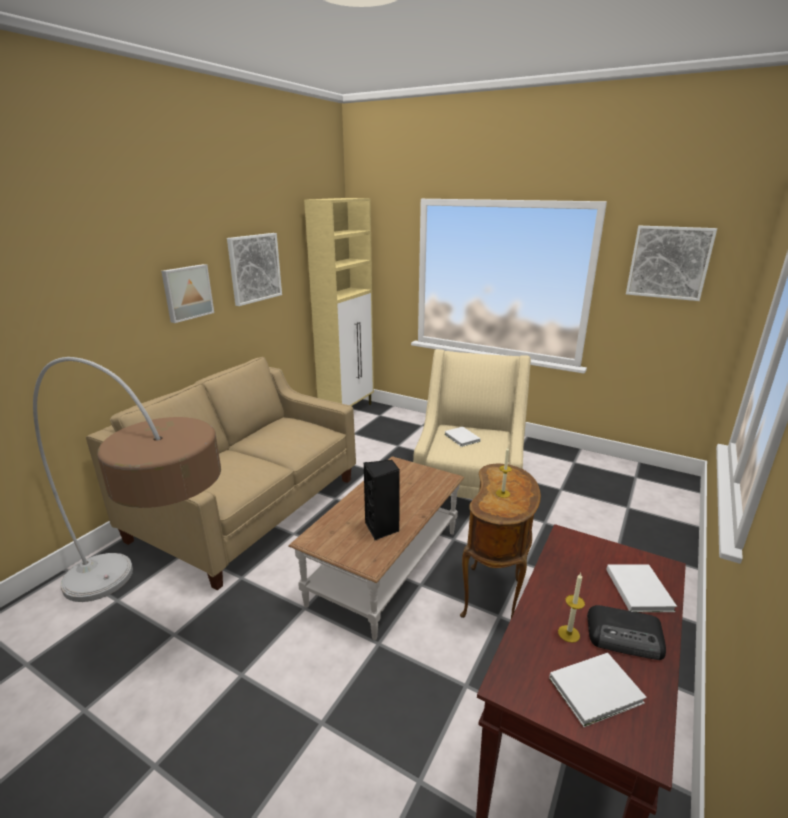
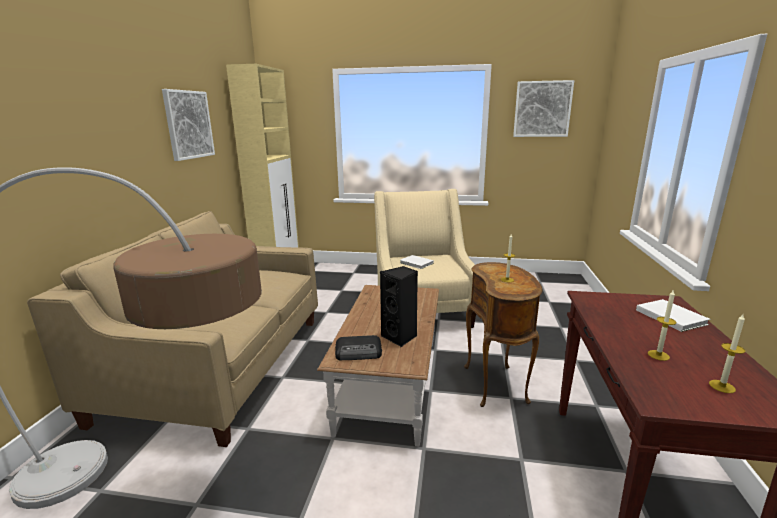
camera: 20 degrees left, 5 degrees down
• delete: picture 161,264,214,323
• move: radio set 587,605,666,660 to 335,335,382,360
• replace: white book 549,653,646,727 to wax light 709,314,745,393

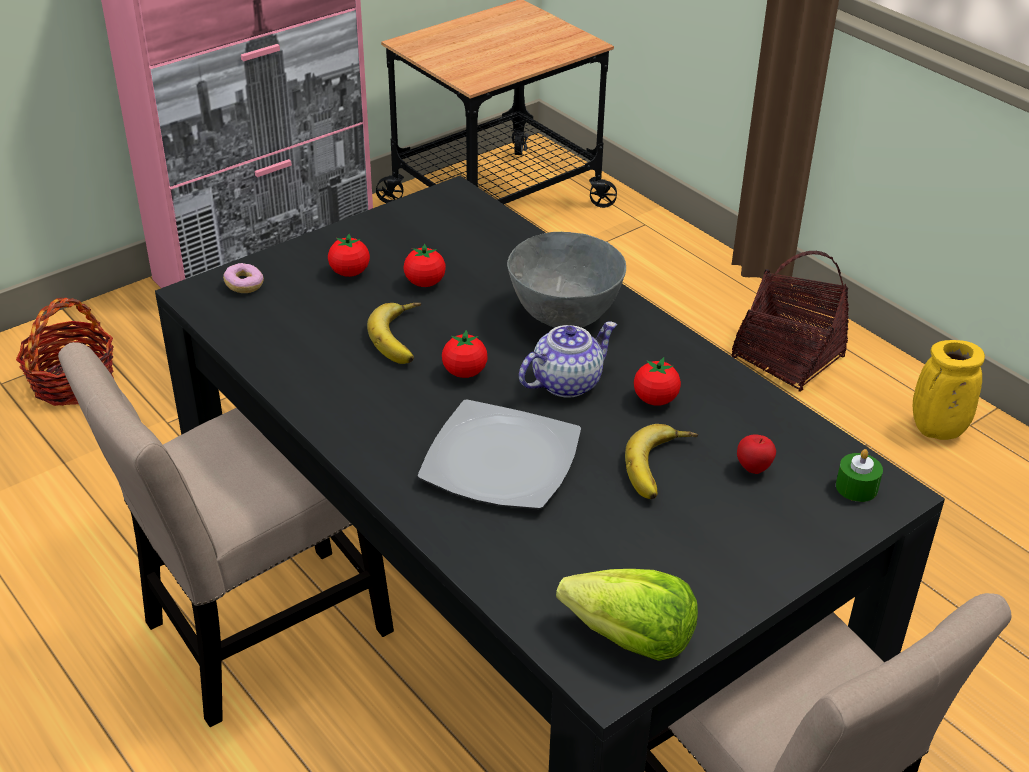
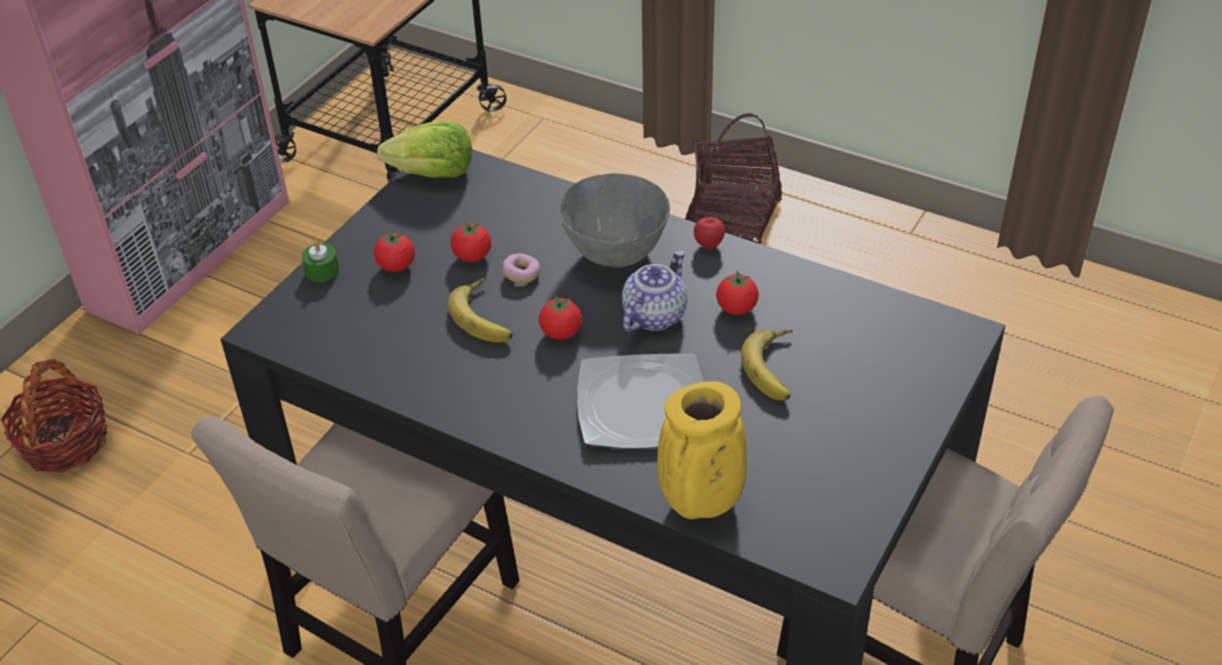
camera: 20 degrees left, 5 degrees up
• move: ring doughnut 223,263,264,293 to 502,253,540,283
• move: yellow flower vase 913,340,985,440 to 657,381,747,519
• move: whole apple 737,434,776,474 to 694,217,725,249
• move: greenish wax light 836,449,883,502 to 302,240,339,282
• move: lettuce head 556,569,698,661 to 377,121,472,178

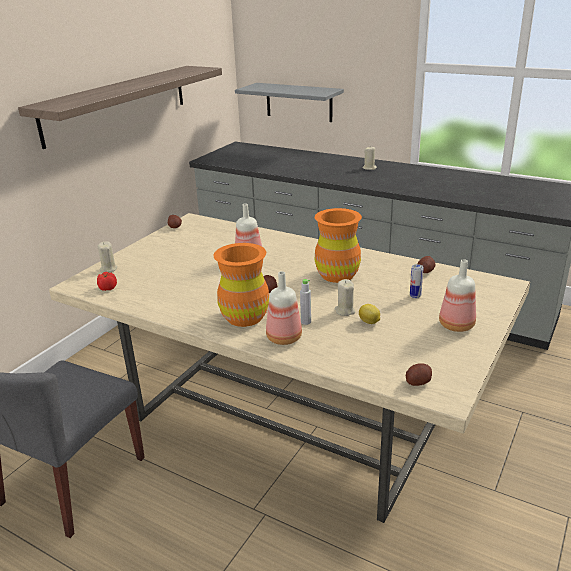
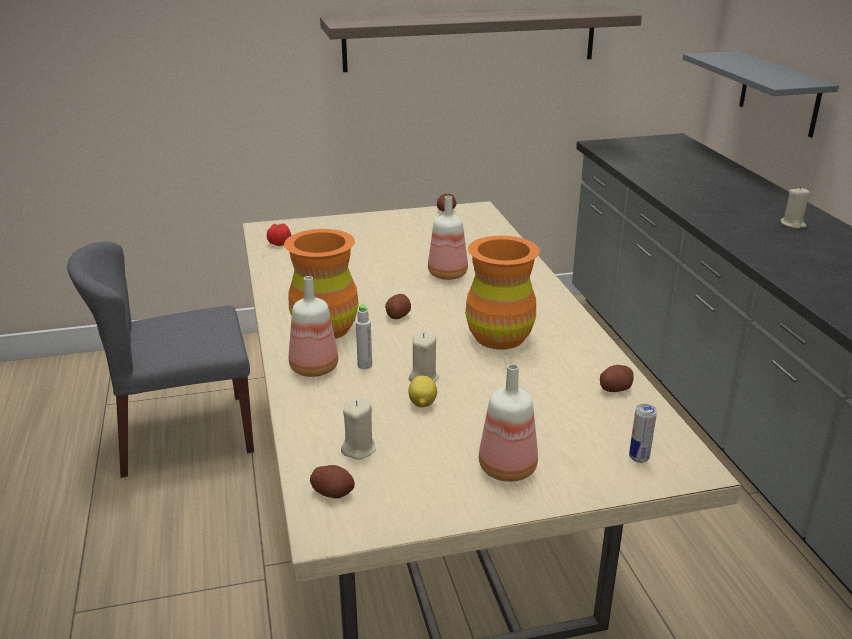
camera: 45 degrees right, 0 degrees up
• move: beige wax light 97,241,117,273 to 341,397,376,460
• move: metal can 410,264,424,299 to 629,404,657,463

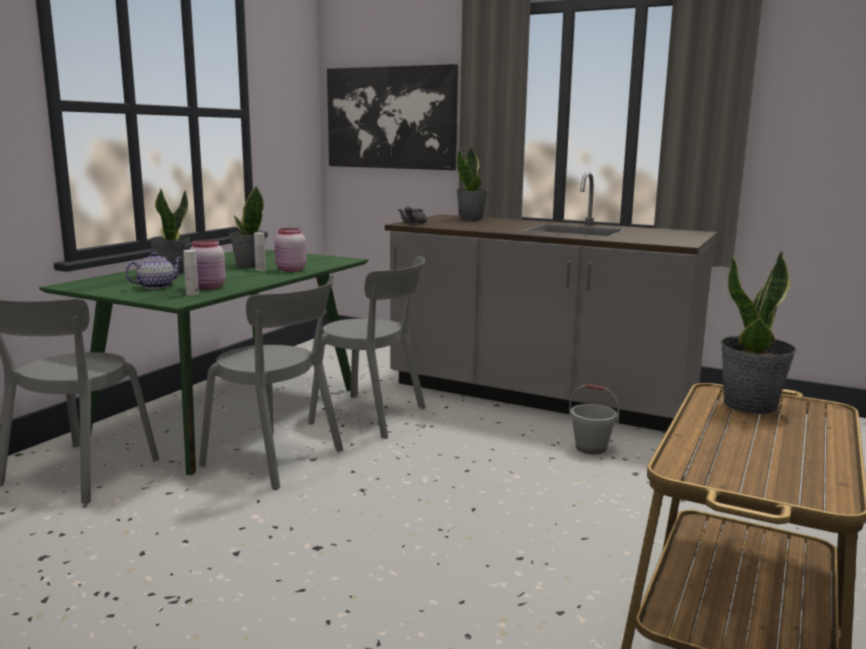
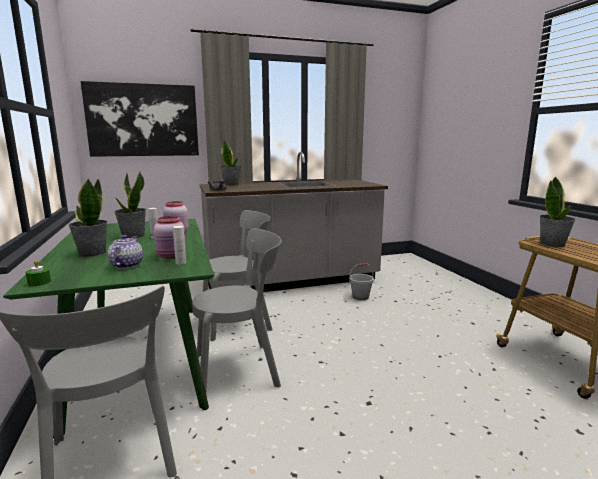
camera: 45 degrees left, 0 degrees up
• insert: greenish wax light 25,260,51,286

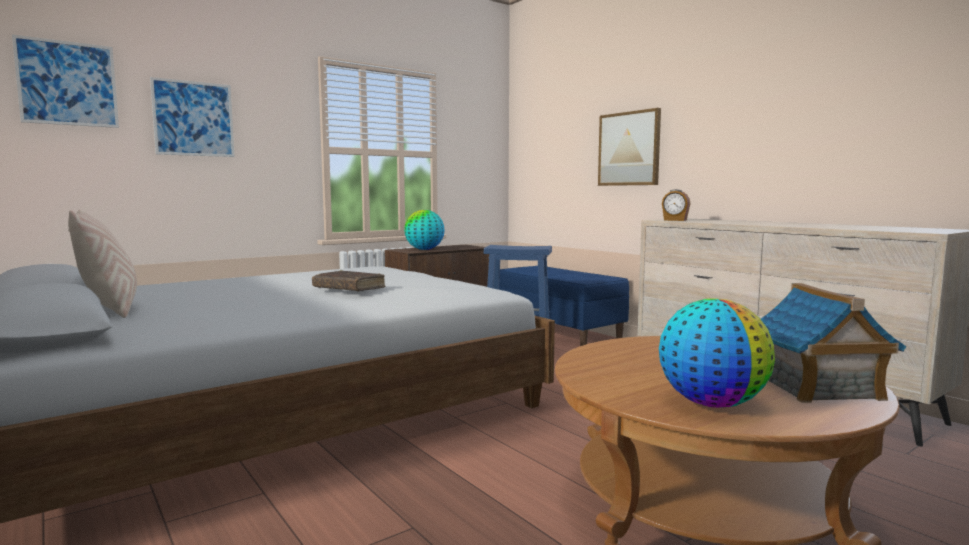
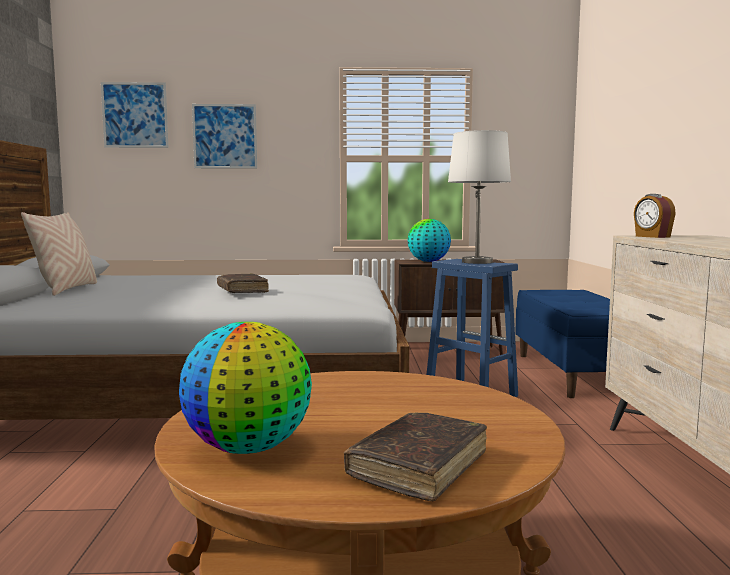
camera: 35 degrees right, 0 degrees up
• delete: picture 598,108,661,186
• replace: model house 761,283,907,403 to brownish book 344,413,487,501
• insert: white lamp for a table 448,130,511,264

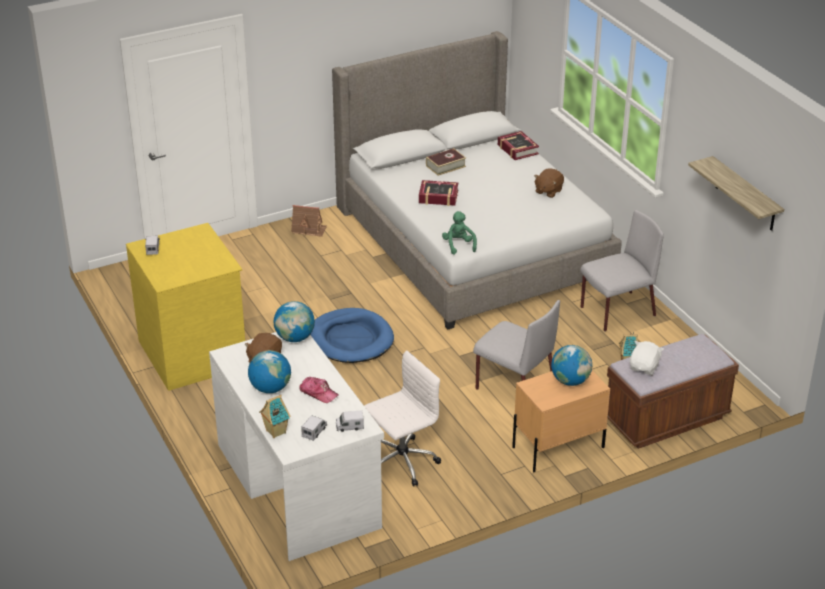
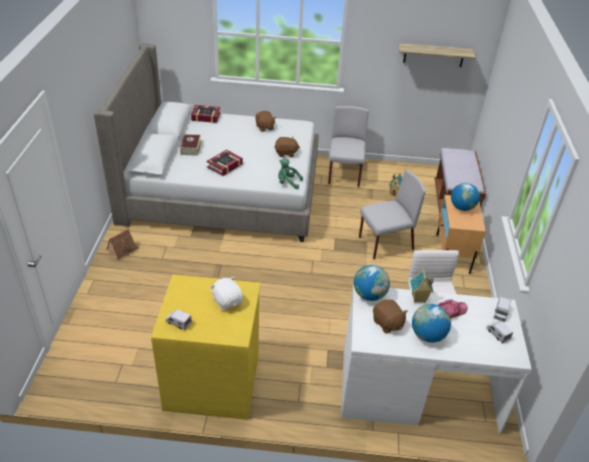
camera: 60 degrees left, 5 degrees up
• delete: bluish dog cushion 310,308,394,363
• move: white cuddly toy 630,341,664,375 to 210,276,243,311
• move: model house 259,395,291,438 to 410,268,434,303
• insert: brownish cuddly toy 274,137,300,157

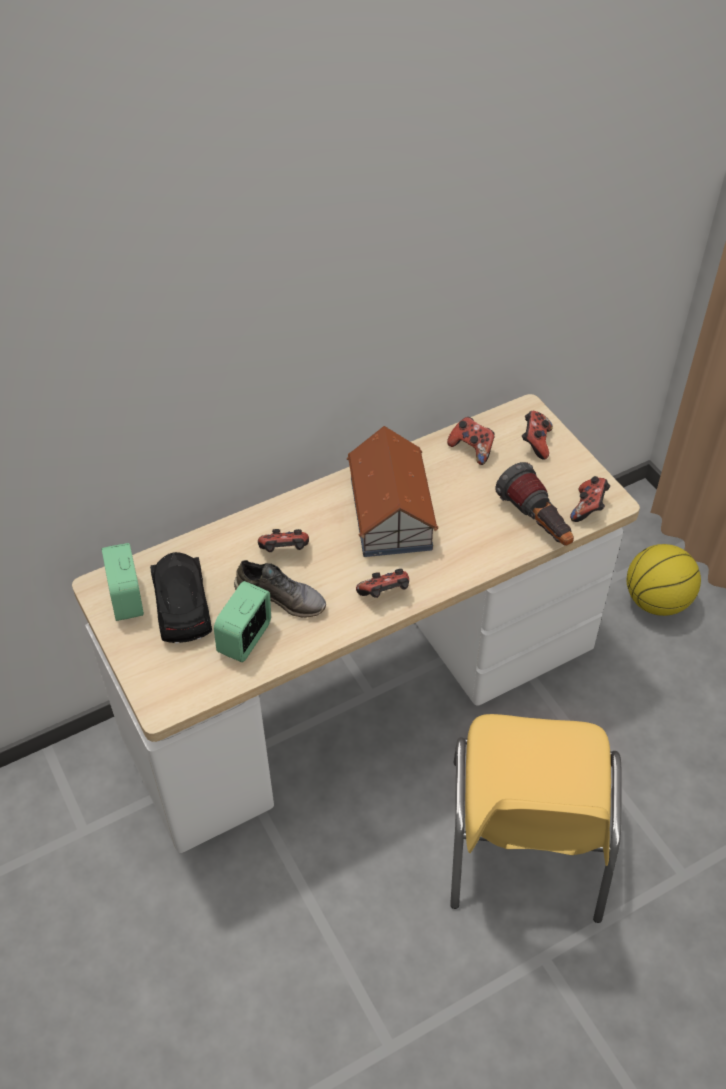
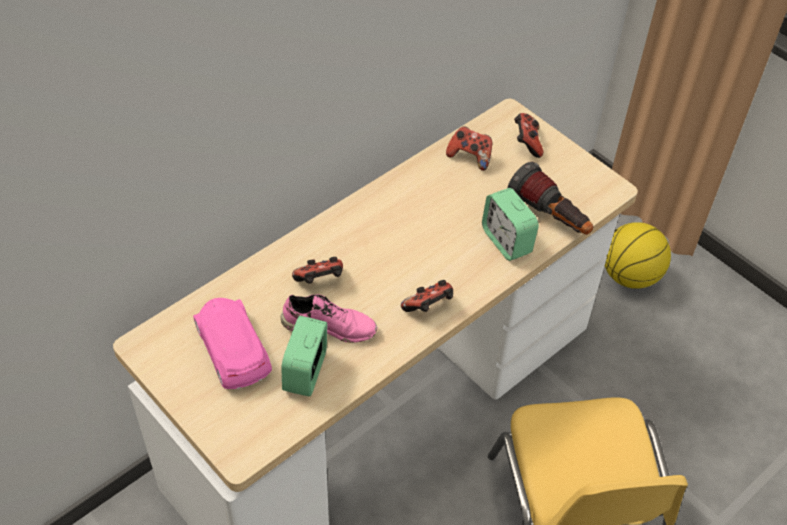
camera: 15 degrees left, 0 degrees up
• delete: model house 347,426,439,557
• delete: game controller 570,476,610,522
• move: alarm clock 101,543,144,621 to 482,188,539,261
• recolor: black-coloured miniature car 150,552,212,644 to pink miniature car 193,298,272,389
• recolor: gray item of footwear 234,560,326,618 to pink item of footwear 281,294,377,343

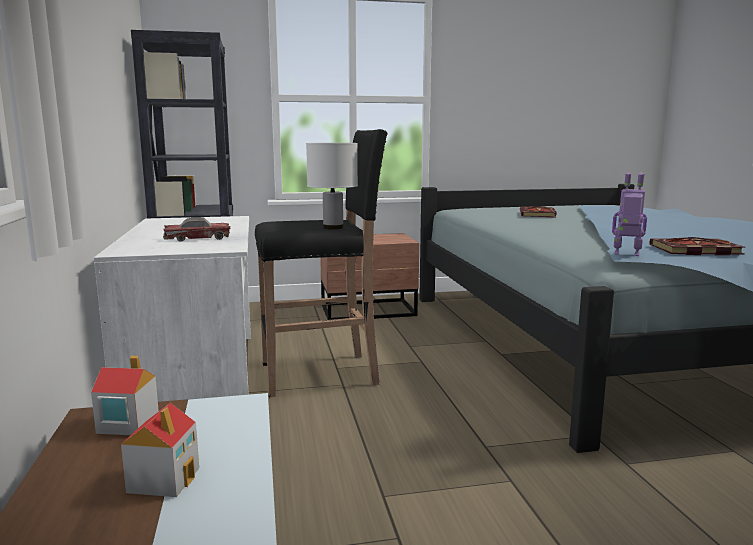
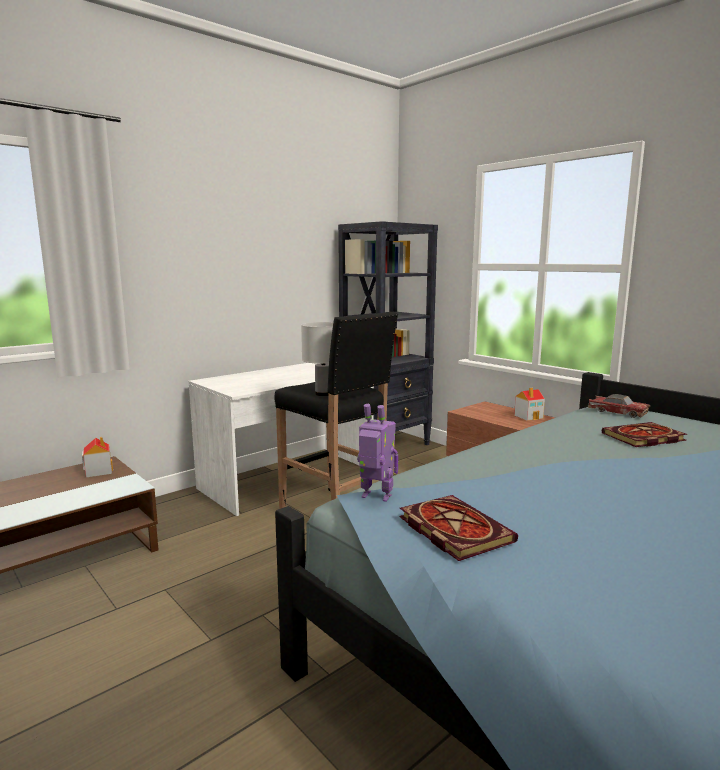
camera: 60 degrees right, 0 degrees up
• rotate: model robot 612,173,647,256 = 357,404,398,502 60 degrees counterclockwise
• move: miniature car 163,217,230,242 to 588,394,650,418
• move: model house 121,403,199,497 to 514,387,545,421

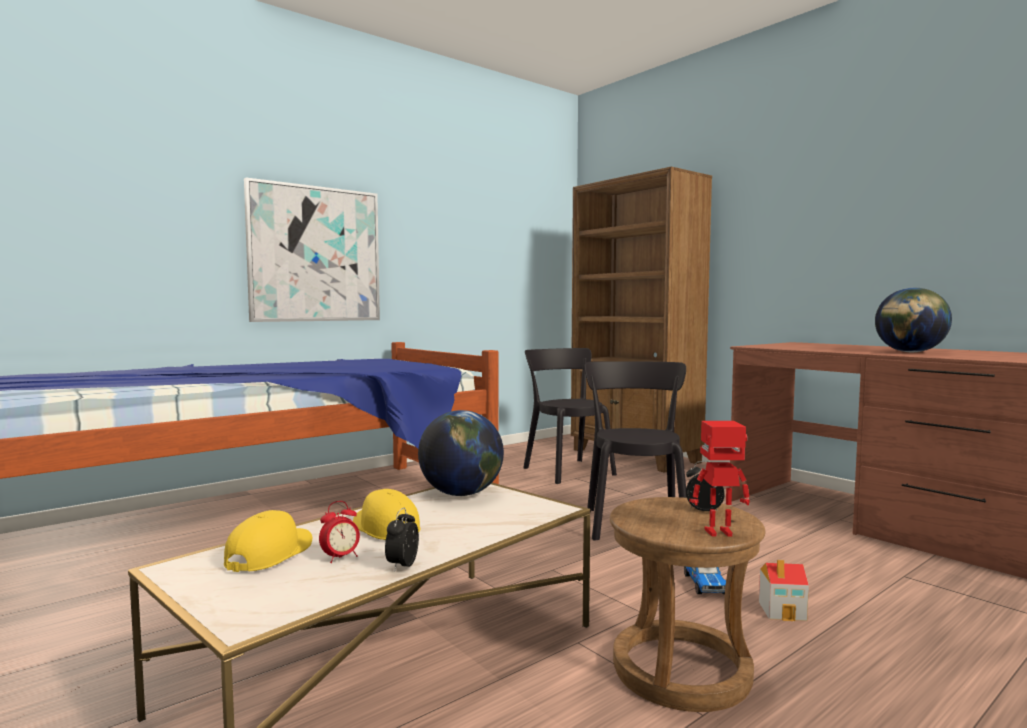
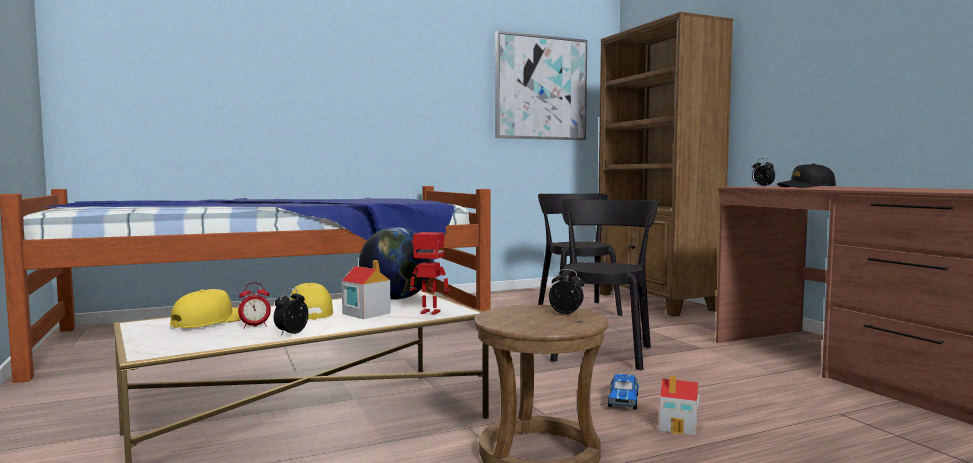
camera: 15 degrees right, 0 degrees up
• move: picture 244,178,380,322 to 495,31,587,140
• delete: world globe 875,288,952,352
• move: model robot 689,421,750,536 to 410,232,451,315
• insert: alarm clock 752,158,775,187
• insert: black-coloured baseball cap 777,163,836,188
• insert: model house 342,260,391,319

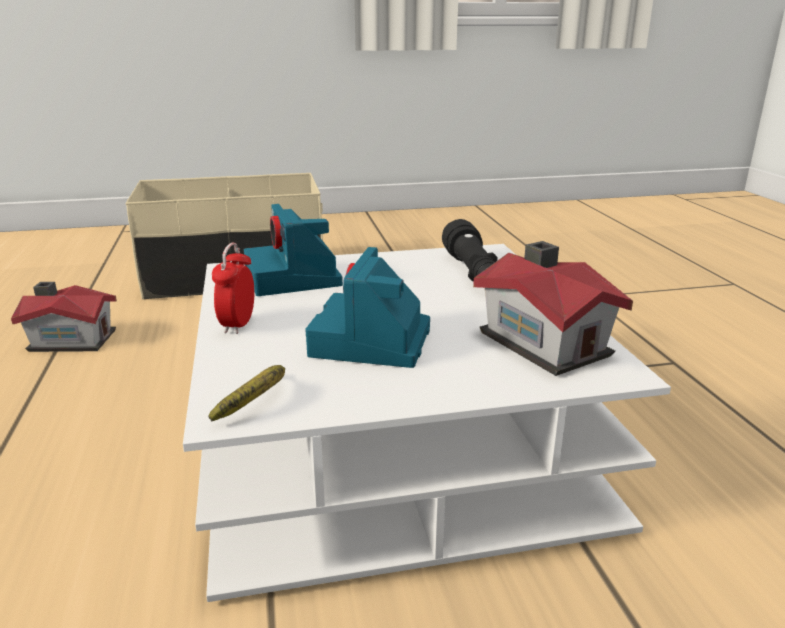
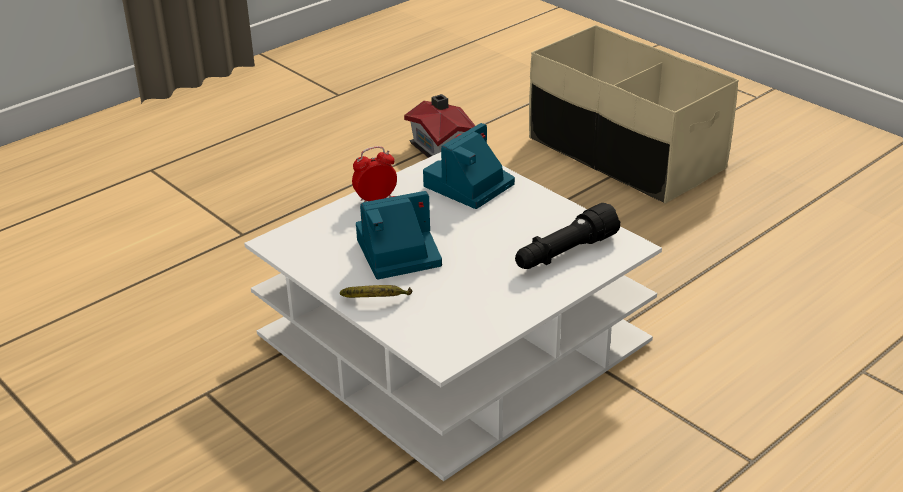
camera: 60 degrees right, 10 degrees up
• delete: model house 473,241,633,376
• move: banana fruit 208,365,285,421 to 340,285,413,298

